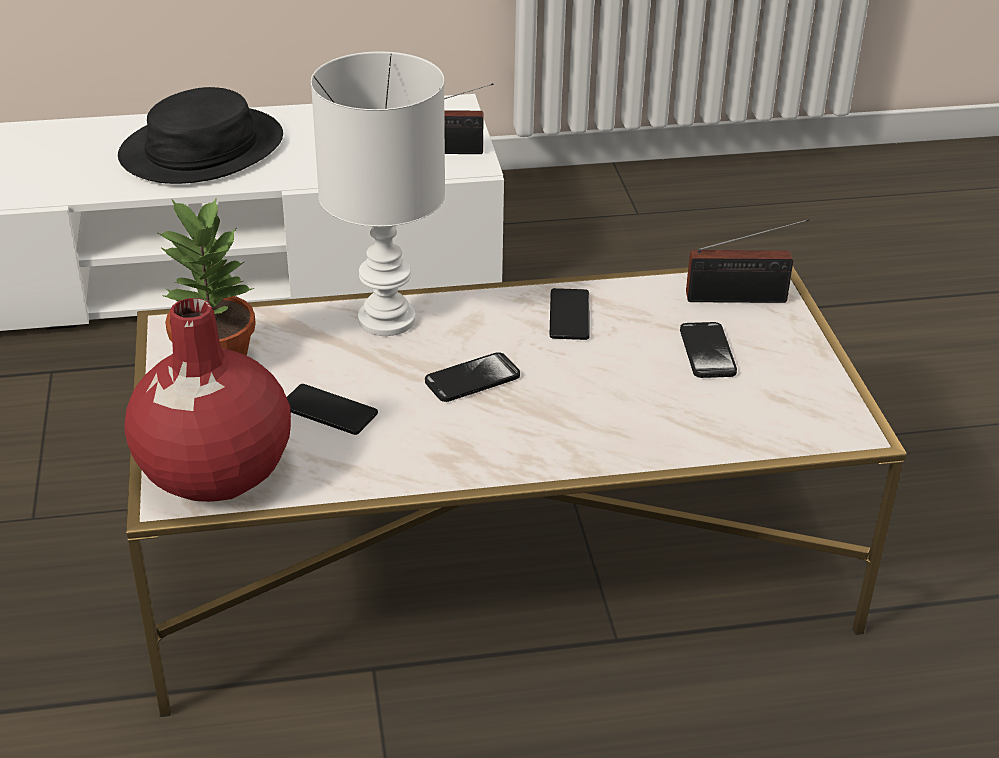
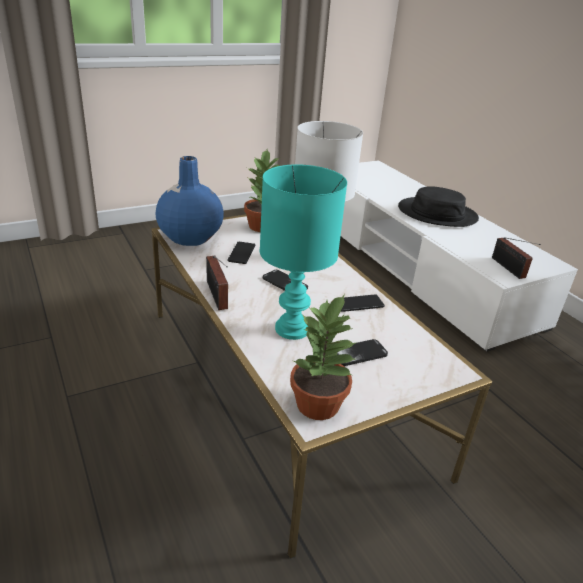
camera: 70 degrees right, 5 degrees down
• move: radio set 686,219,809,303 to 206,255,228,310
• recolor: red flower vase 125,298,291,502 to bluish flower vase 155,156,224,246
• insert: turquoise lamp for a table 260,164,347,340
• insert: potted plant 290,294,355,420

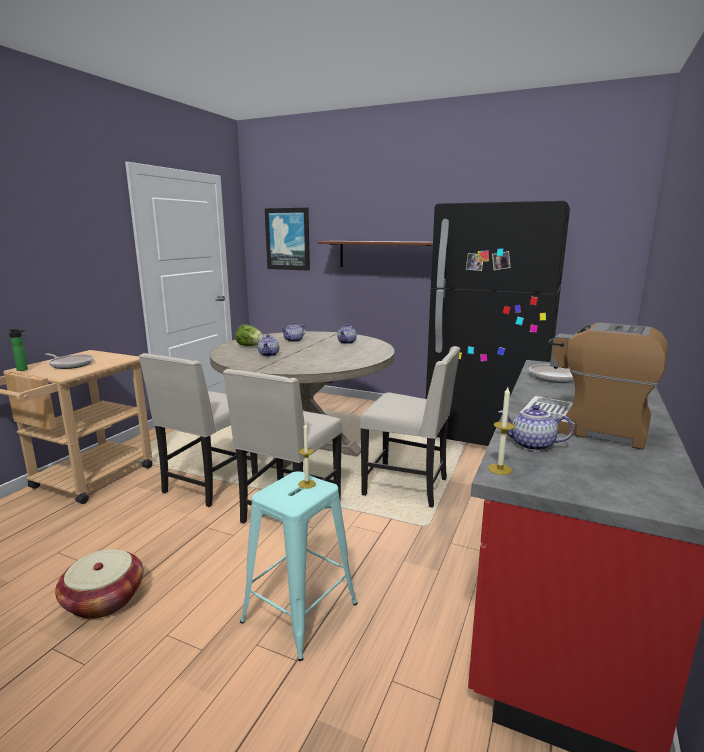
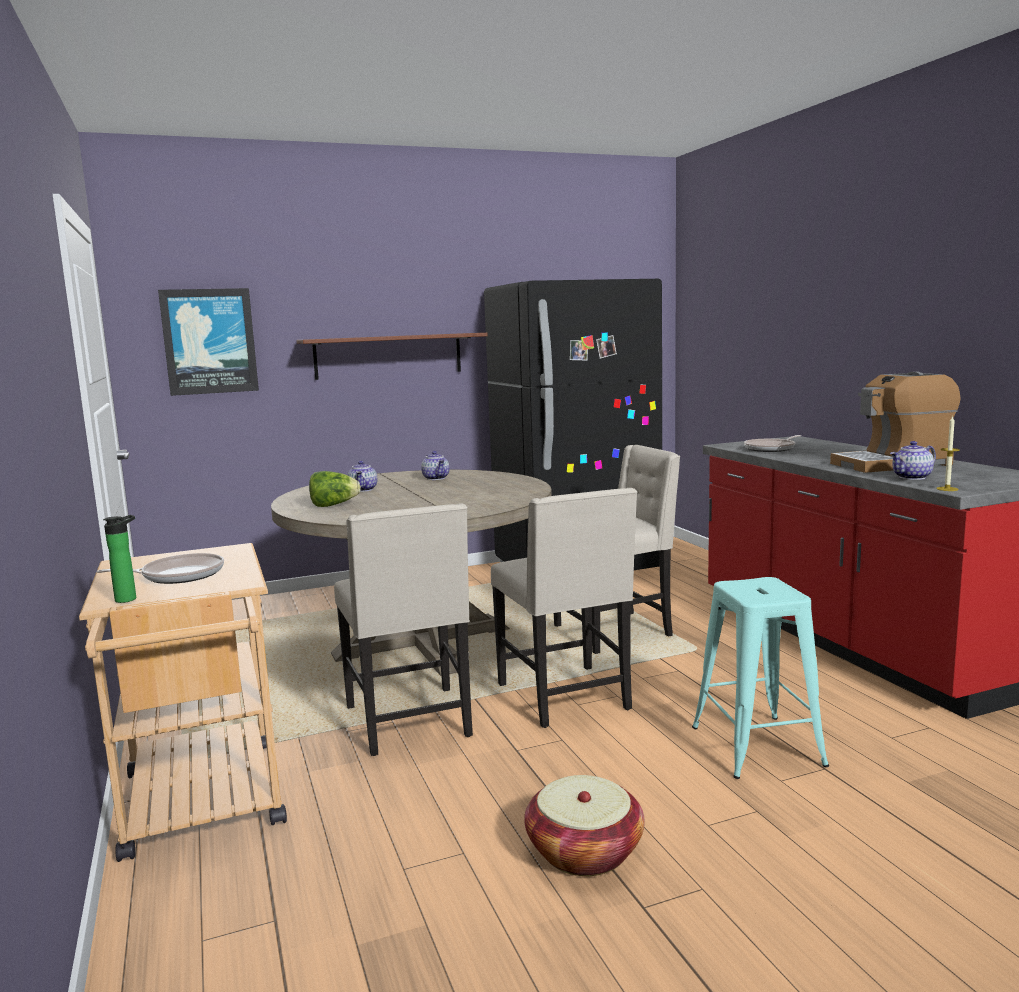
camera: 45 degrees left, 5 degrees down
• delete: teapot 258,334,279,357
• delete: wax light 298,423,316,489

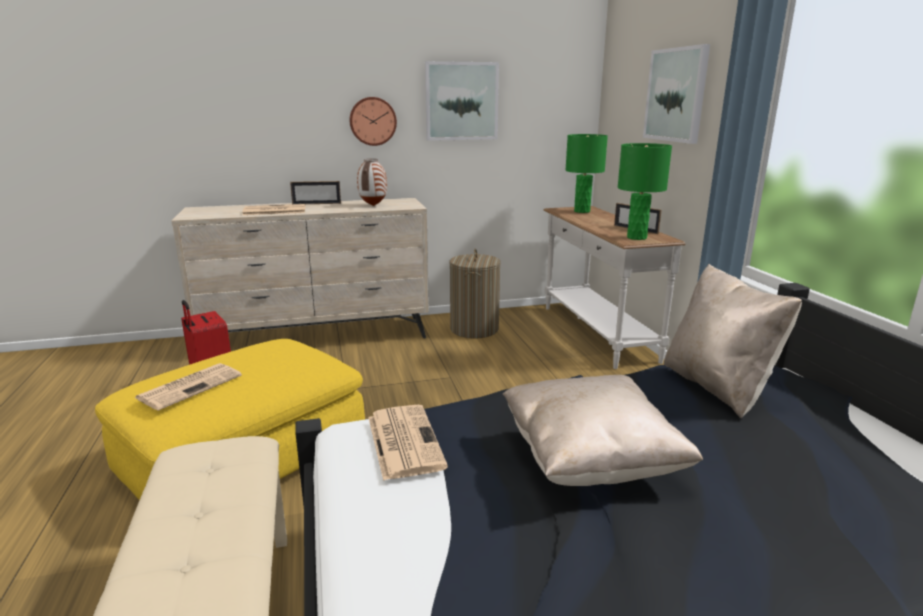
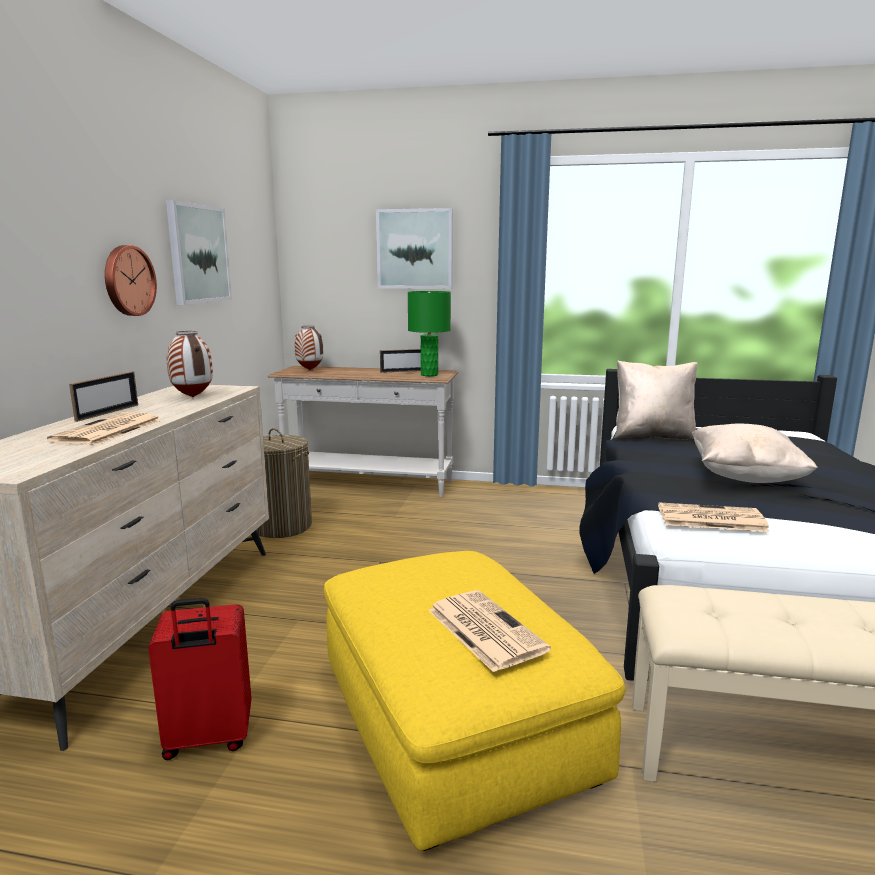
camera: 65 degrees left, 5 degrees down
• replace: greenish lamp for a table 566,134,608,213 to flower vase 295,326,323,370

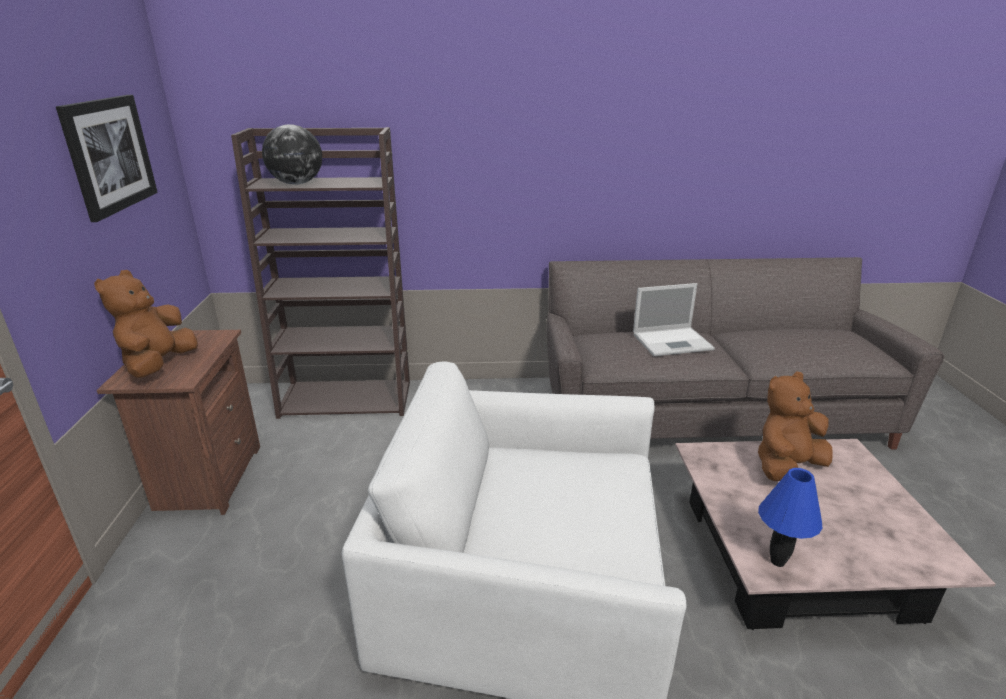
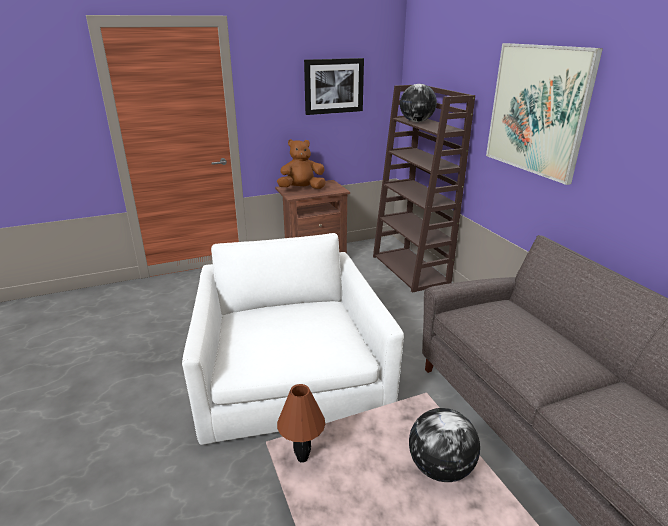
camera: 70 degrees right, 0 degrees up
• delete: portable computer 633,283,715,356
• replace: brownish cuddly toy 758,371,833,481 to world globe 409,408,480,482
• recolor: bluish lamp for a table 758,468,822,567 to brownish lamp for a table 277,384,325,463
• insert: picture 486,43,603,185

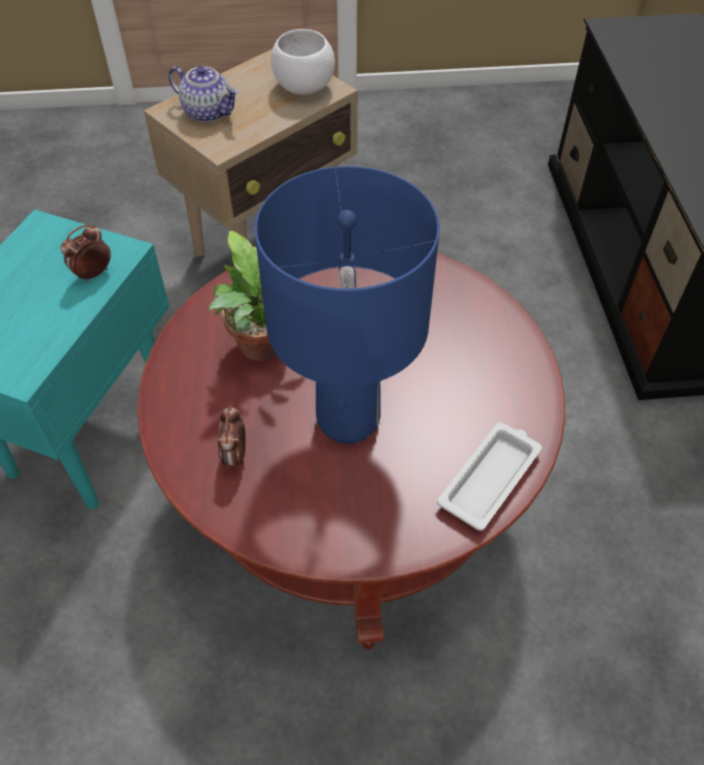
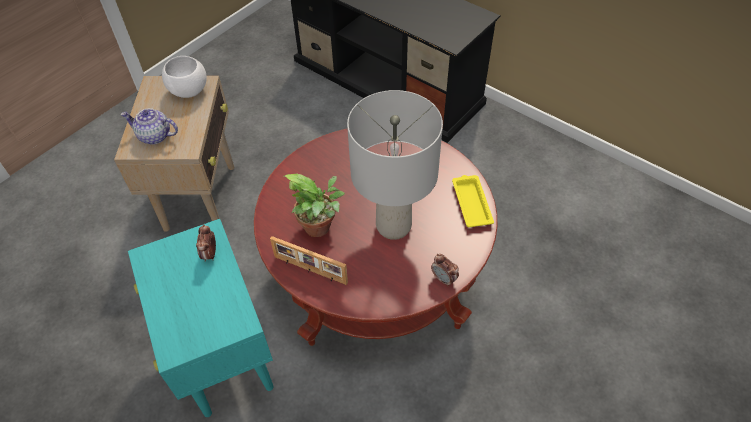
camera: 45 degrees left, 0 degrees up
• rotate: teapot 169,66,239,122 = 121,108,178,145 150 degrees counterclockwise
• recolor: bluish lamp for a table 254,166,440,444 to gray lamp for a table 347,90,443,240
• move: alarm clock 218,406,246,468 to 431,254,459,286
• recolor: white serving tray 437,422,542,531 to yellow serving tray 452,175,494,227
• insert: standing frame 270,236,348,285

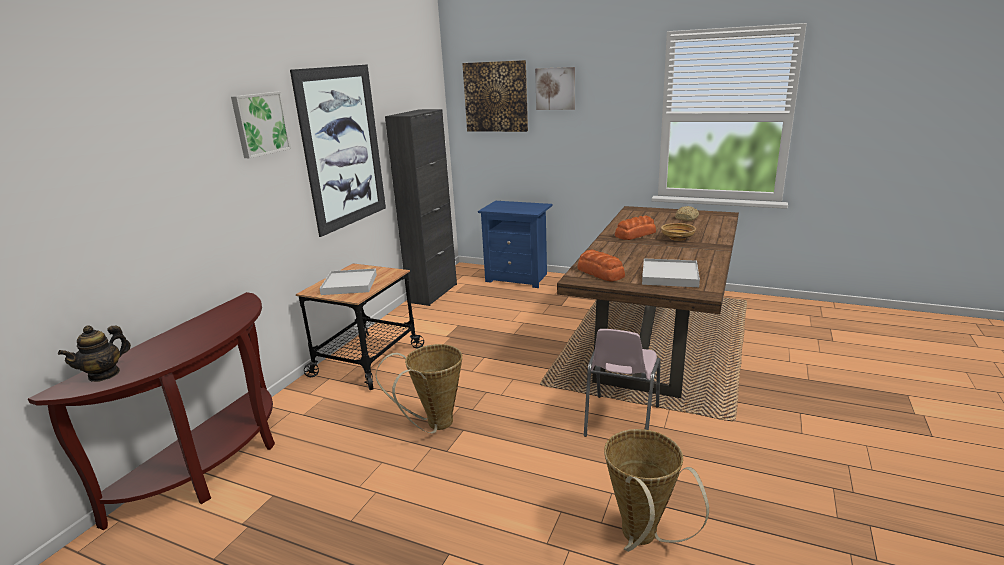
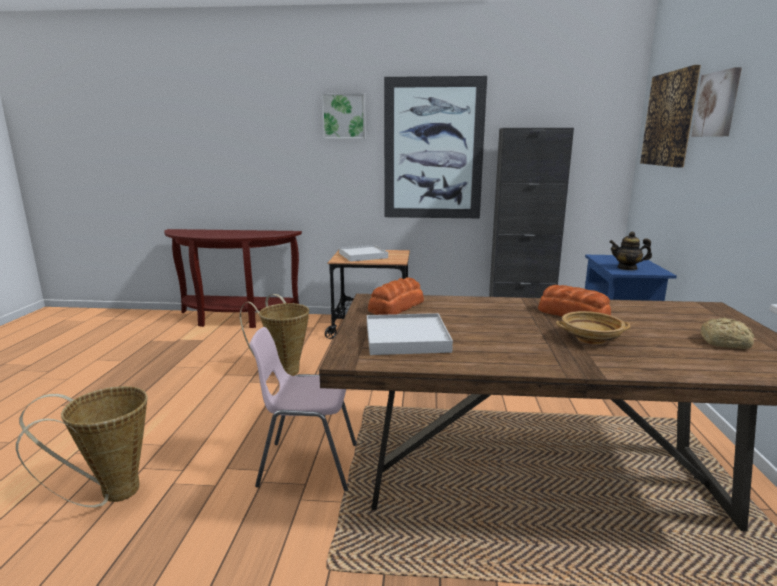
camera: 70 degrees right, 5 degrees down
• move: teapot 58,325,131,382 to 610,232,652,270

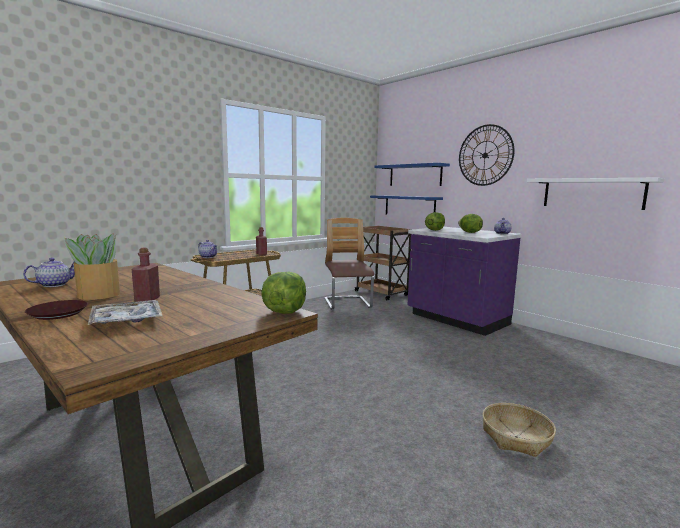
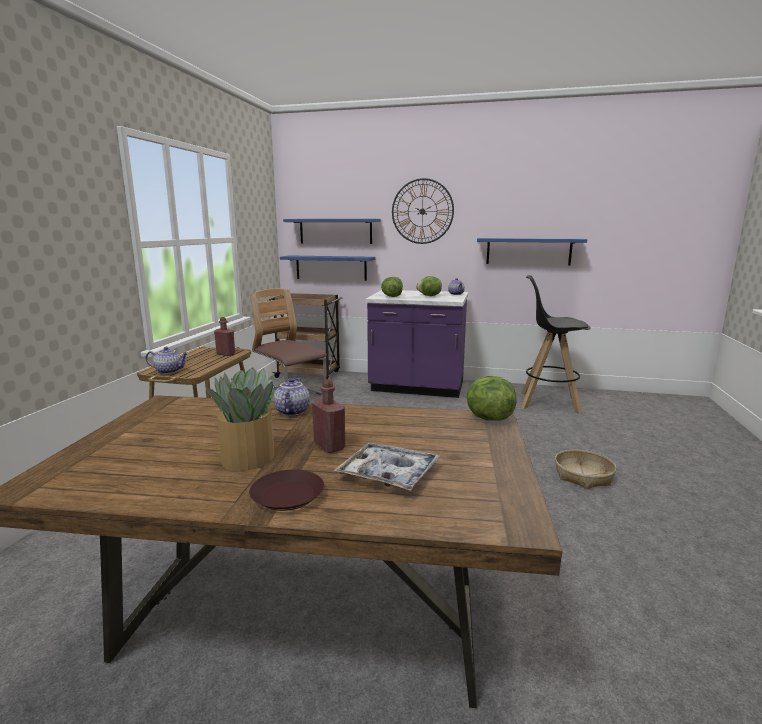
camera: 35 degrees left, 5 degrees up
• recolor: white wall shelf 527,178,664,210 to bluish wall shelf 477,238,587,265
• move: teapot 23,258,75,287 to 274,378,310,416
• insert: black-coloured stool 521,275,591,414

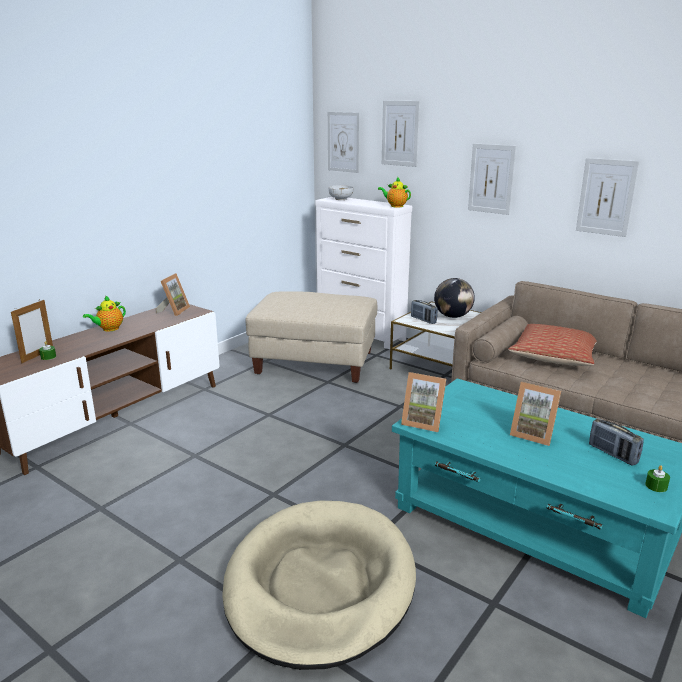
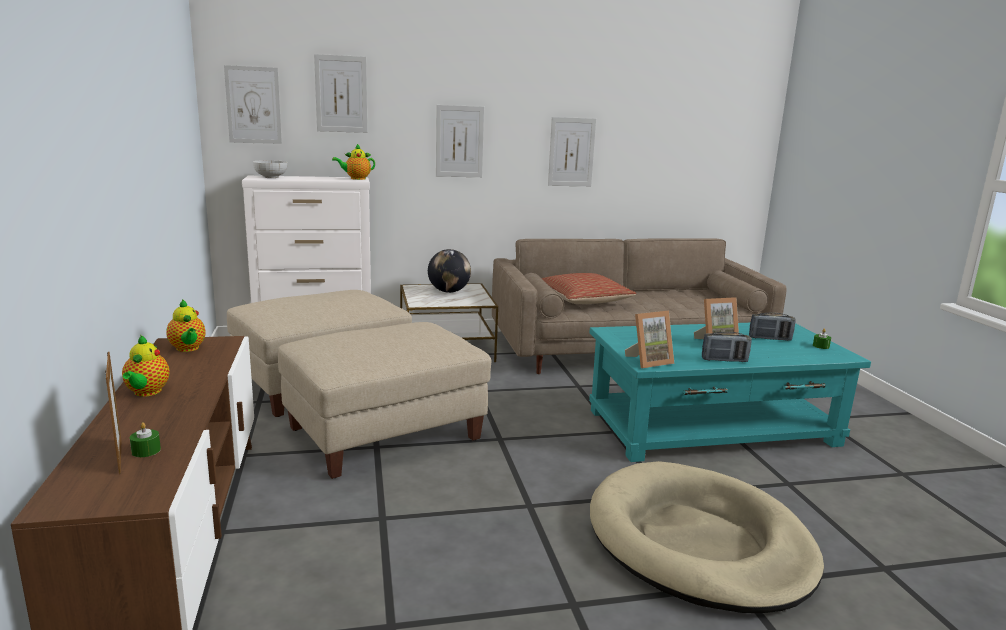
camera: 50 degrees left, 5 degrees down
• replace: standing frame 156,273,190,316 to teapot 166,300,206,352
• move: radio set 411,300,438,324 to 702,332,752,362
• insert: beige footrest 278,322,491,479

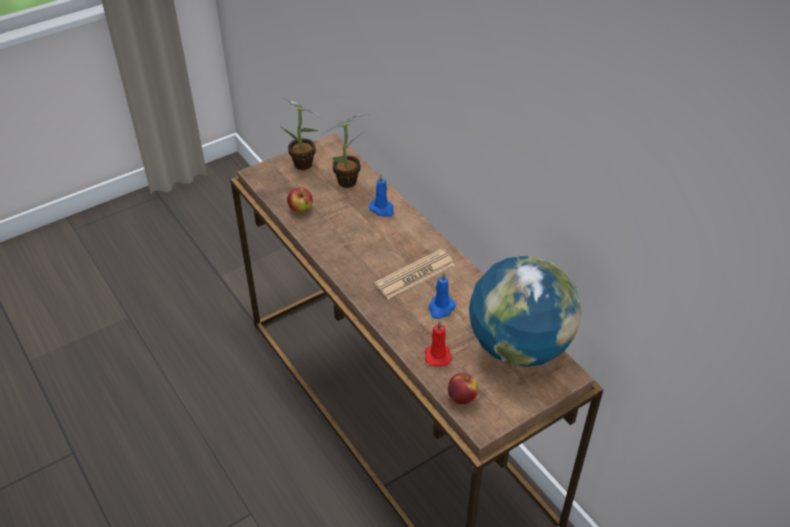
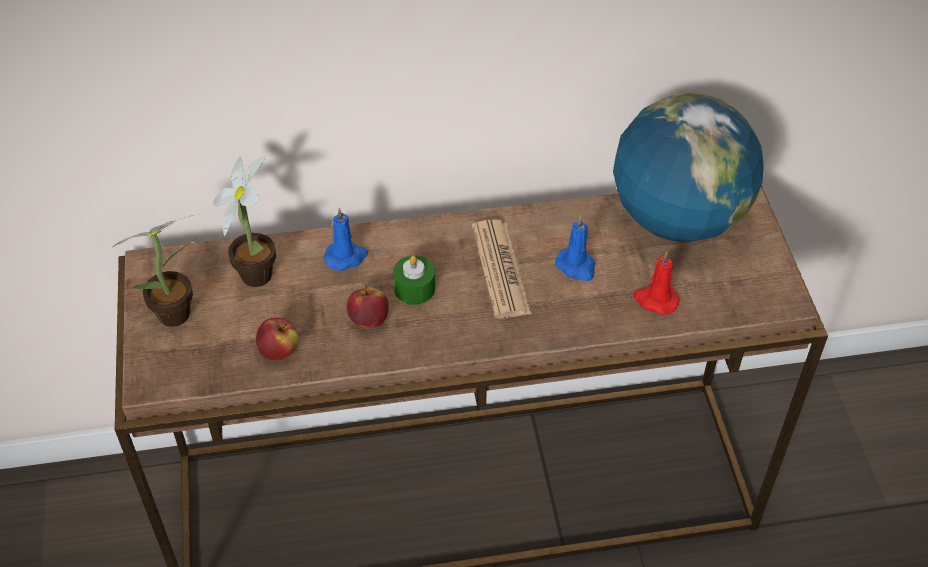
camera: 65 degrees left, 5 degrees up
• move: whole apple 448,373,478,404 to 347,286,389,328
• insert: greenish wax light 393,255,435,305

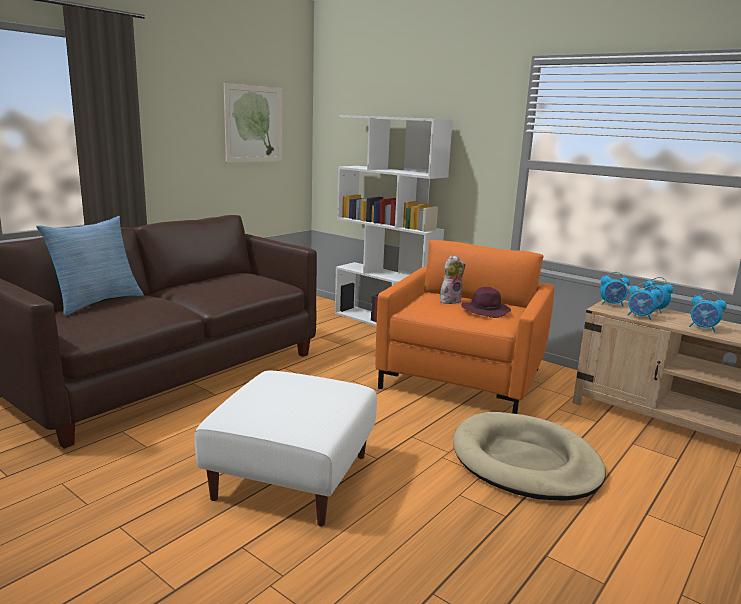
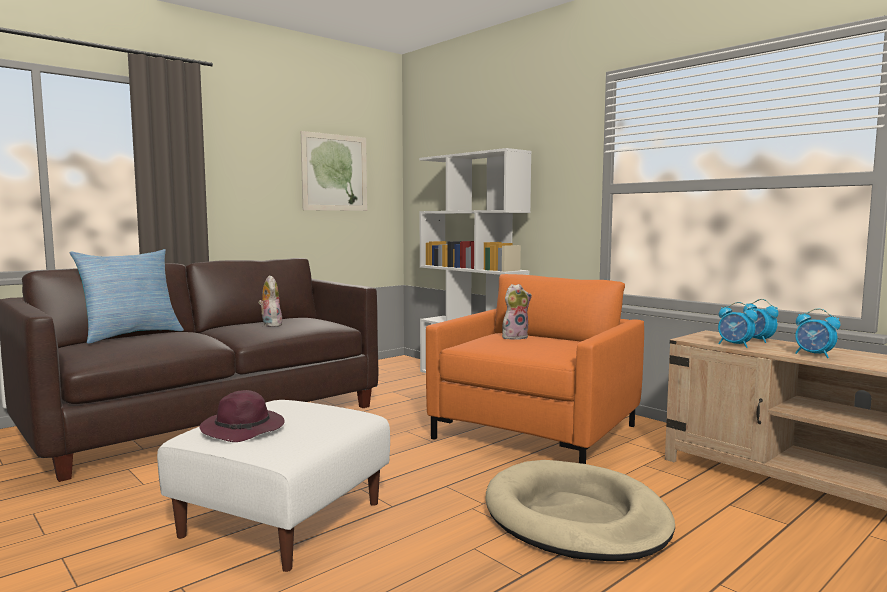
camera: 10 degrees right, 10 degrees down
• delete: alarm clock 600,272,630,306
• move: purplish wearable hat 461,287,511,318 to 199,390,285,442
• insert: cuddly toy 258,275,284,327

